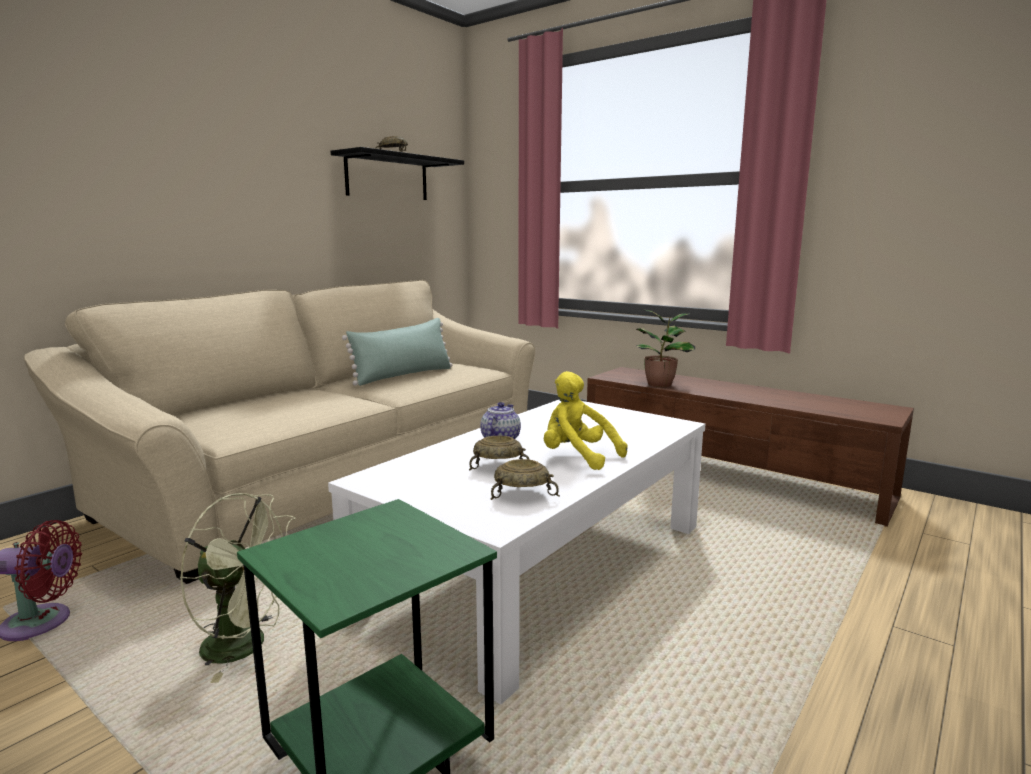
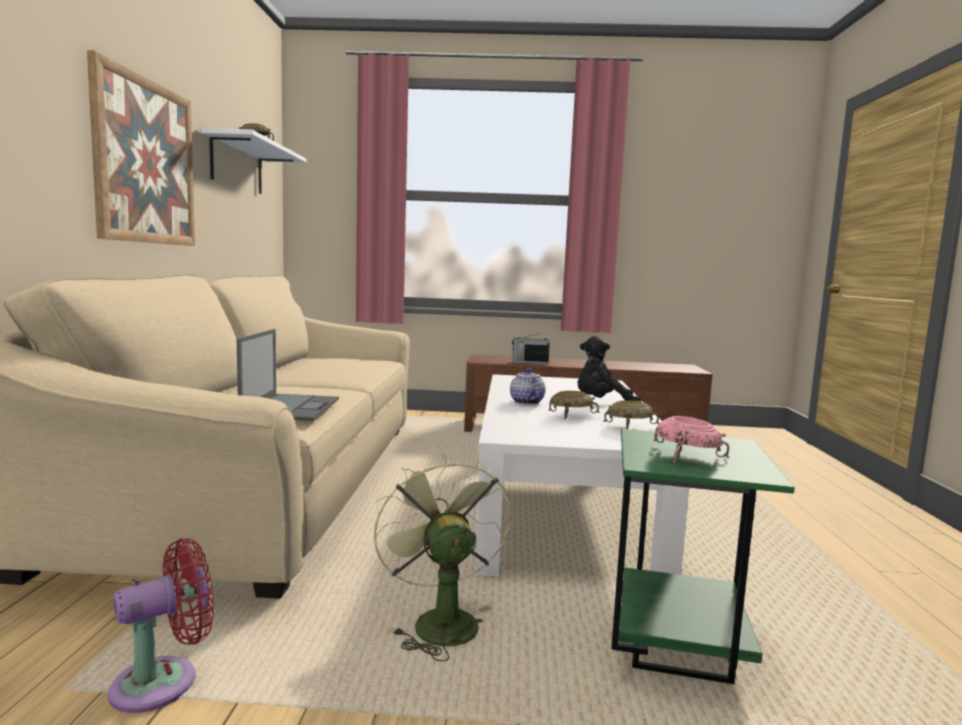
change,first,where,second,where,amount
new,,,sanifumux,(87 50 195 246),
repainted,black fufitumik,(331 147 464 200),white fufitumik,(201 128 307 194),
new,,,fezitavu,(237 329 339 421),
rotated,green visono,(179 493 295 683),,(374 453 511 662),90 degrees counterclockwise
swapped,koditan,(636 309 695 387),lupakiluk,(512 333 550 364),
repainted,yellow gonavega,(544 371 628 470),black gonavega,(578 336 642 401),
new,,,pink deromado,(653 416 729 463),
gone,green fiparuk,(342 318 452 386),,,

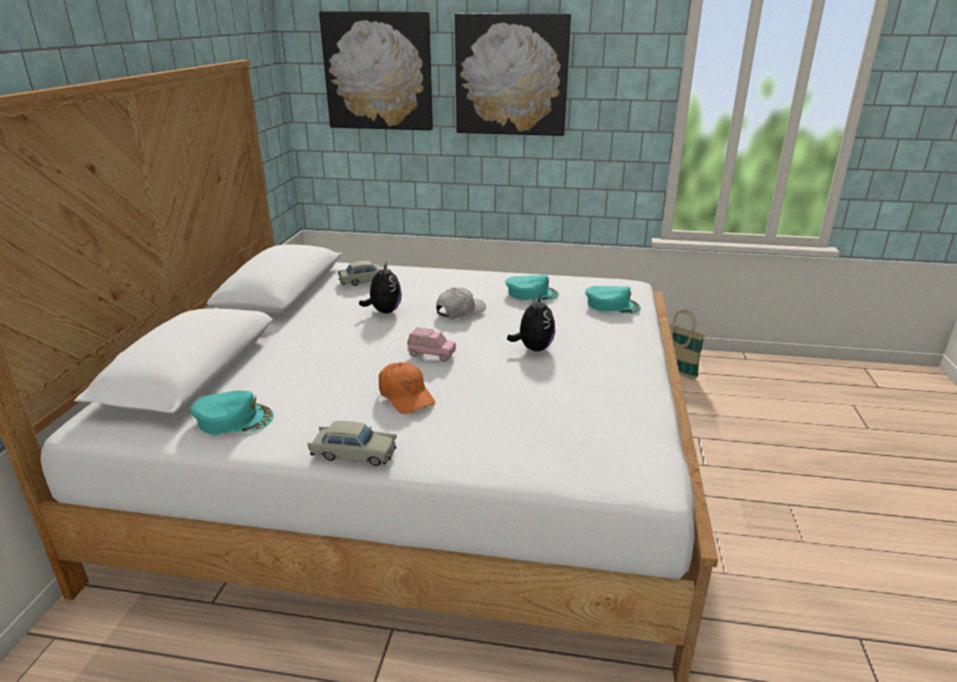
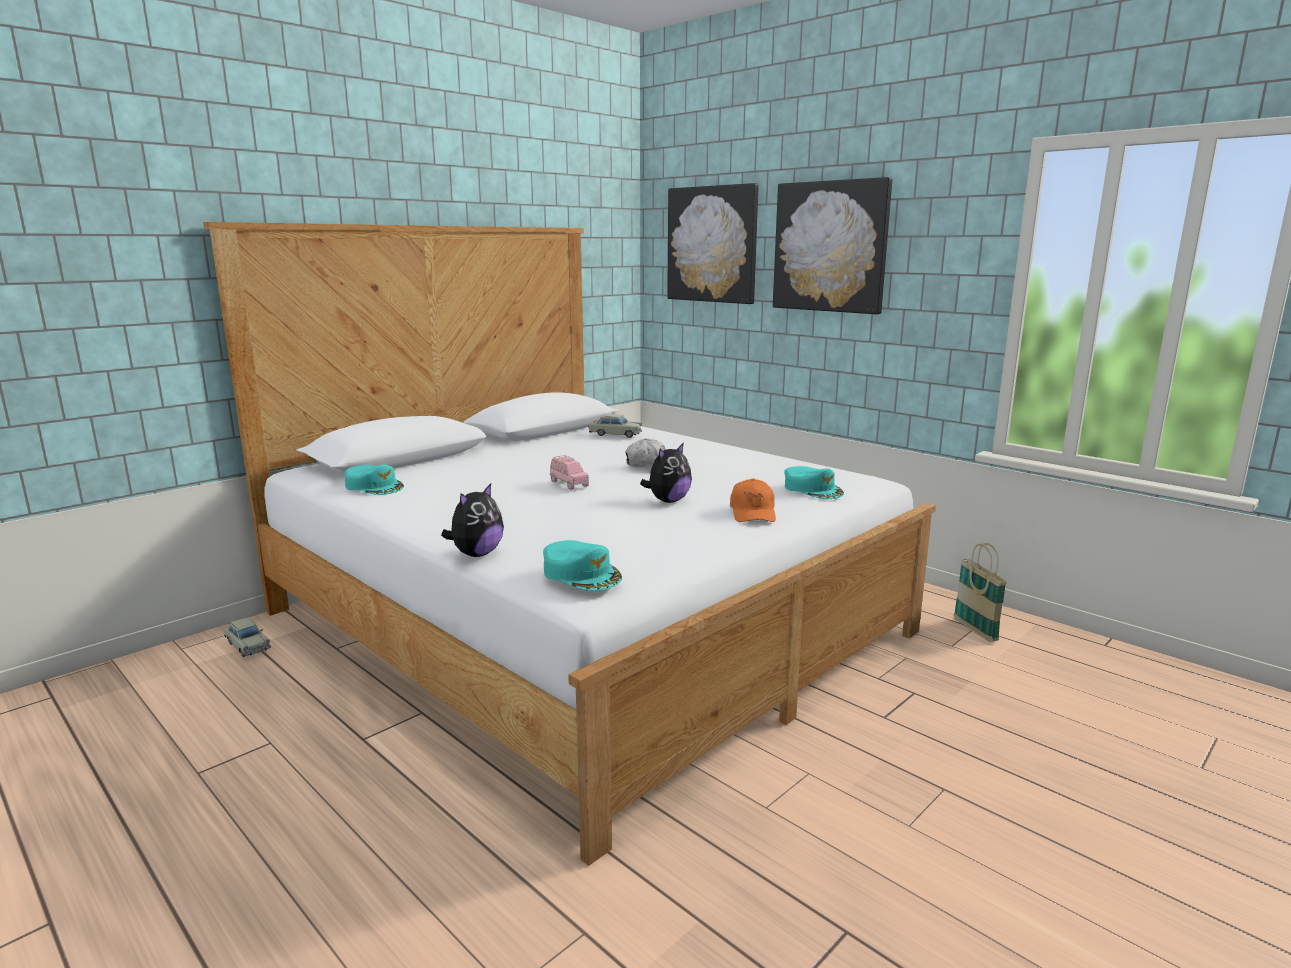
change,first,where,second,where,amount
shifted,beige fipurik,(308 421 396 466),,(224 618 271 657),
shifted,gonavega,(359 262 402 314),,(441 483 504 557),
shifted,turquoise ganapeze,(505 274 559 300),,(543 540 622 591),
shifted,orange ganapeze,(379 362 435 414),,(730 479 776 522),

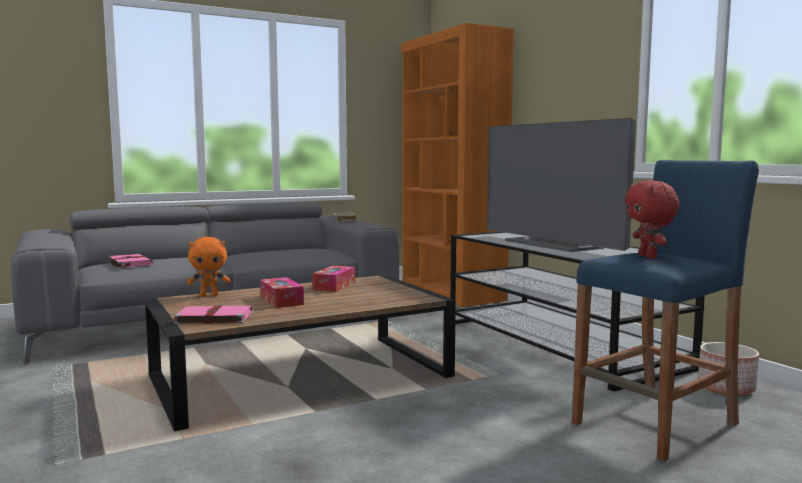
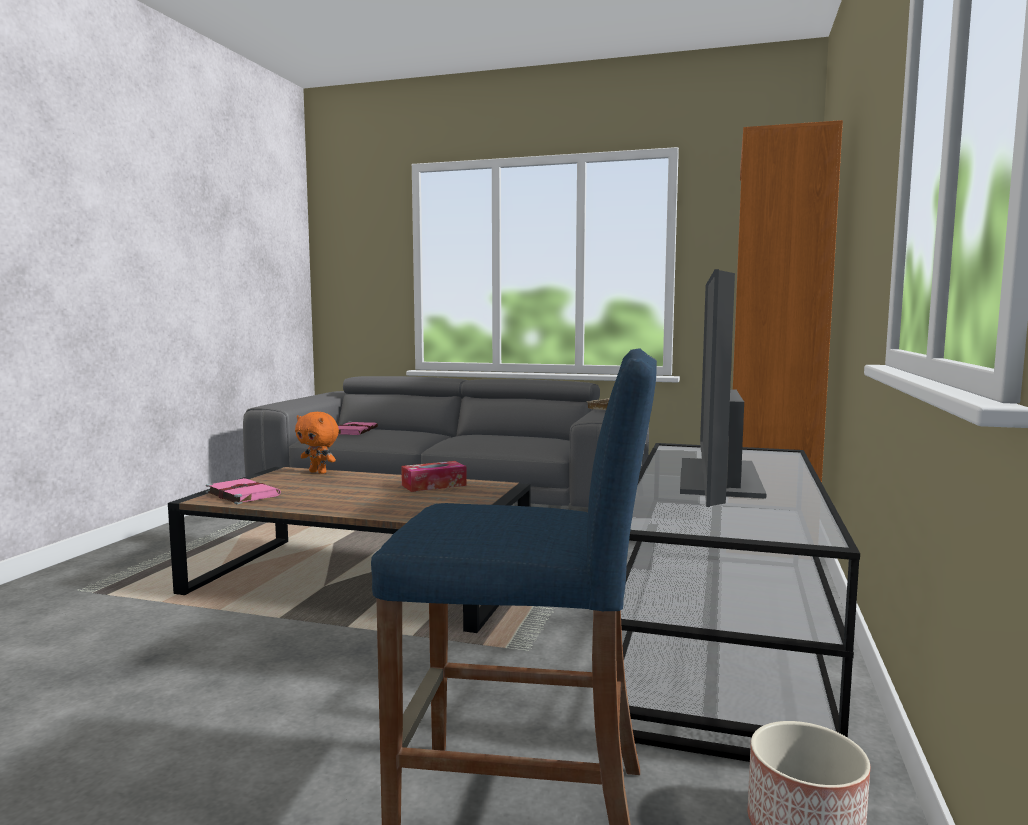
change,first,where,second,where,amount
gone,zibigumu,(260 277 304 308),,,
gone,red gonavega,(625 180 680 259),,,

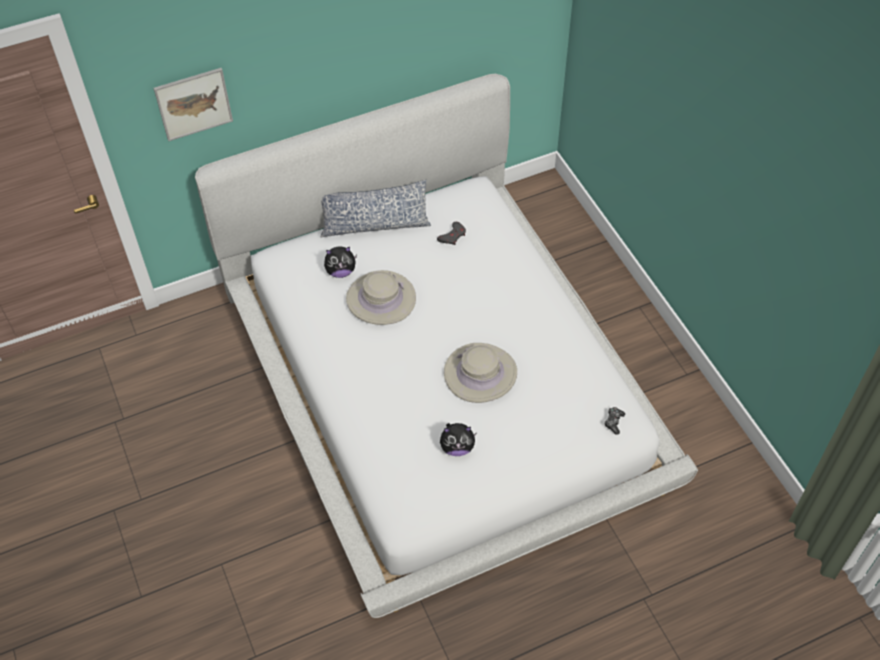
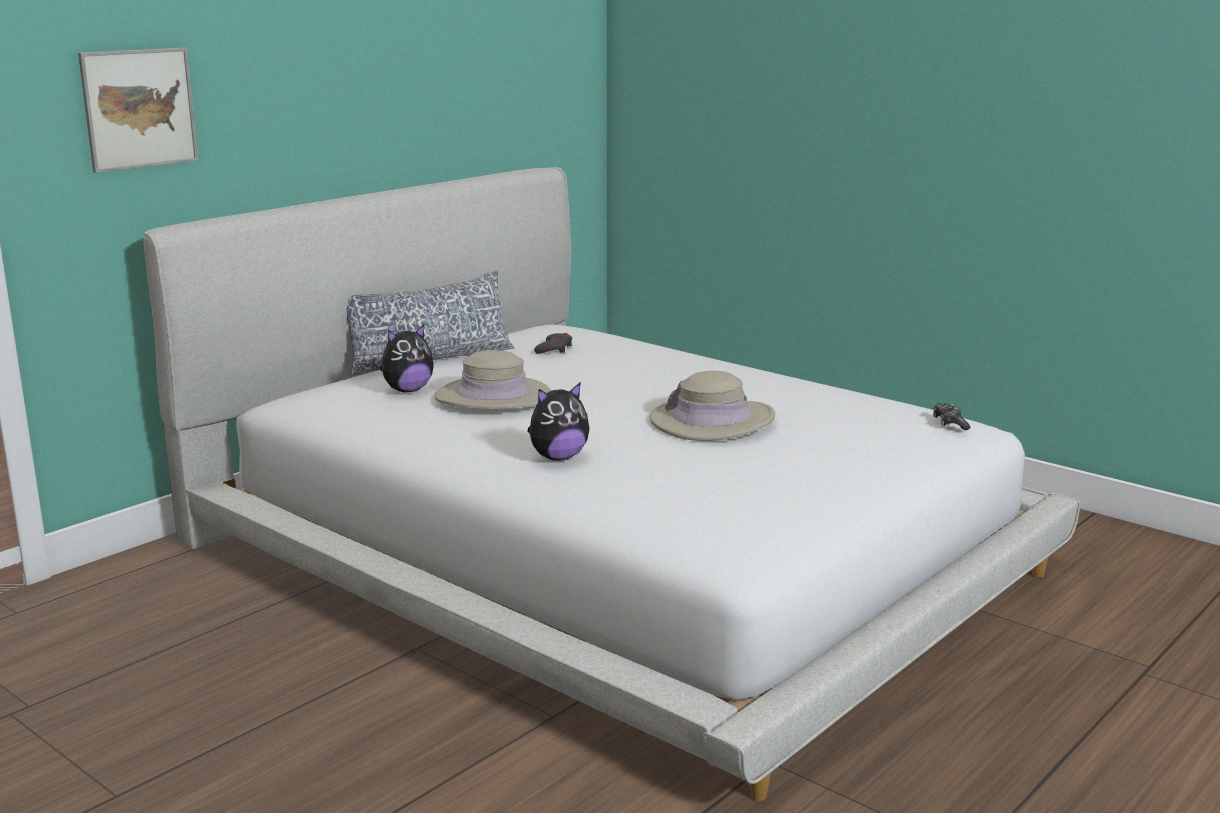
change,first,where,second,where,amount
shifted,gonavega,(440 423 477 456),,(528 382 590 461),

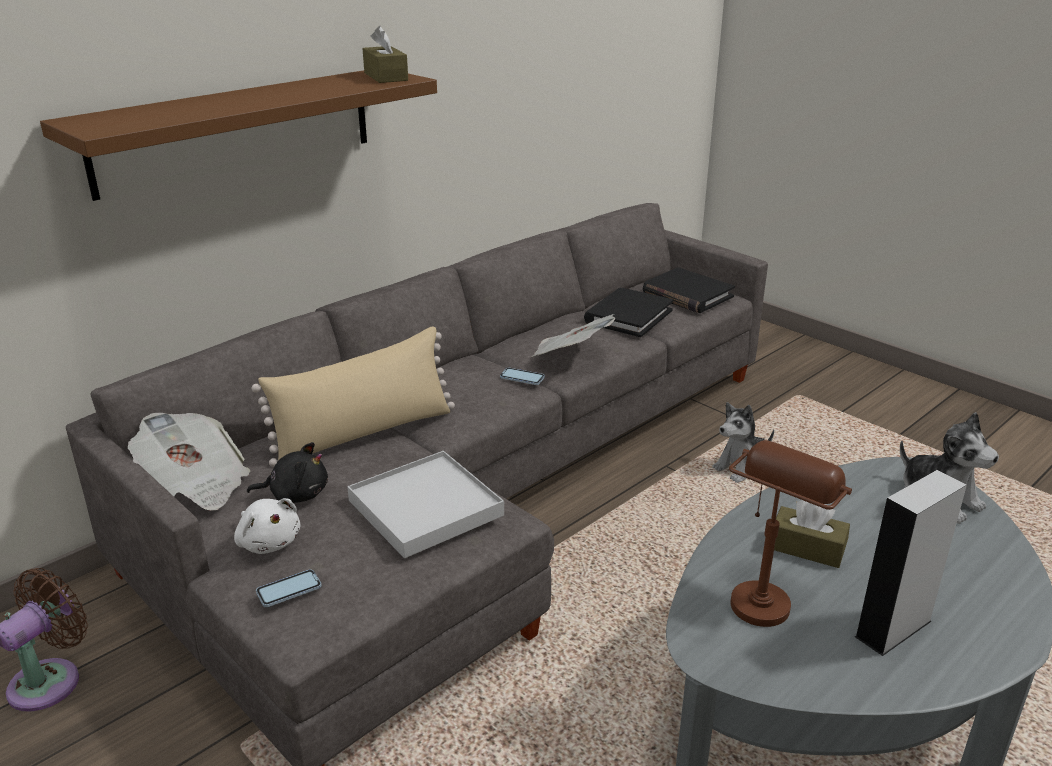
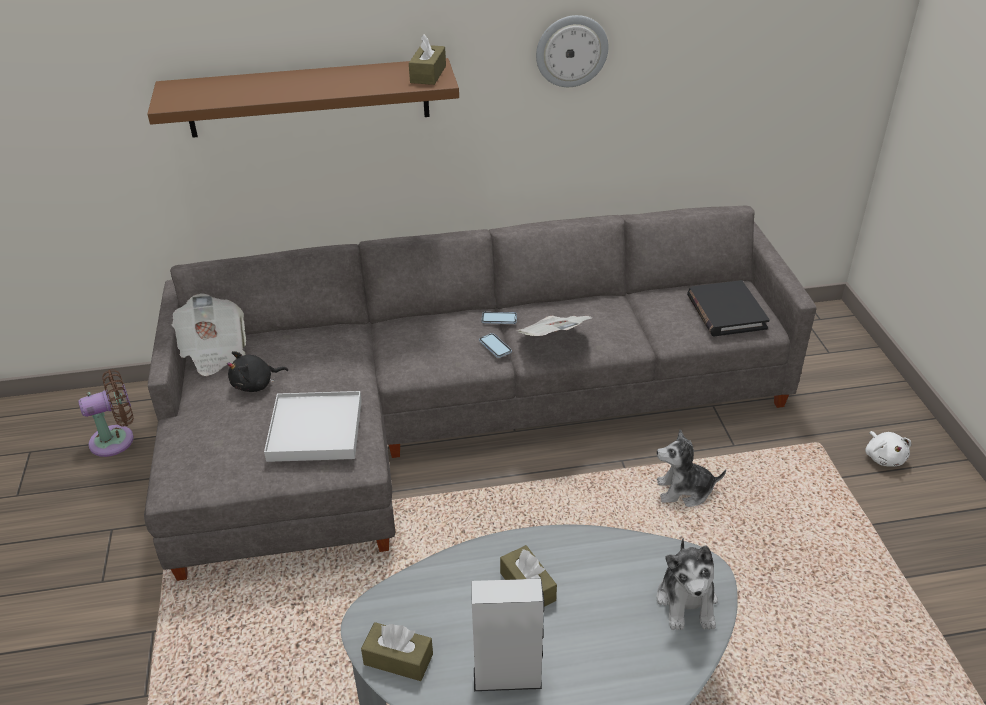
change,first,where,second,where,amount
rotated,black gonavega,(247 442 328 503),,(227 351 288 392),120 degrees clockwise
new,,,brown zibigumu,(361 622 433 681),
shifted,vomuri,(256 570 322 607),,(481 312 517 324),
new,,,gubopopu,(536 15 608 87),
shifted,white gonavega,(234 498 300 554),,(865 431 911 467),
gone,beige fiparuk,(251 326 455 467),,,
gone,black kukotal,(584 288 673 337),,,
gone,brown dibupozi,(729 440 852 627),,,

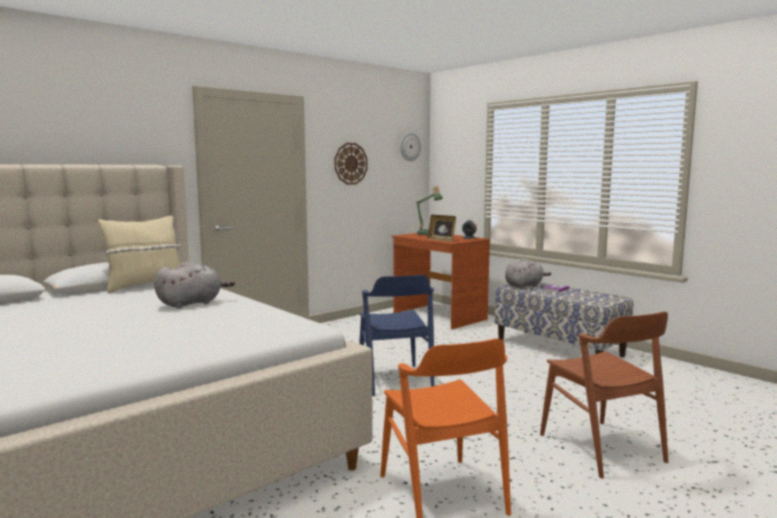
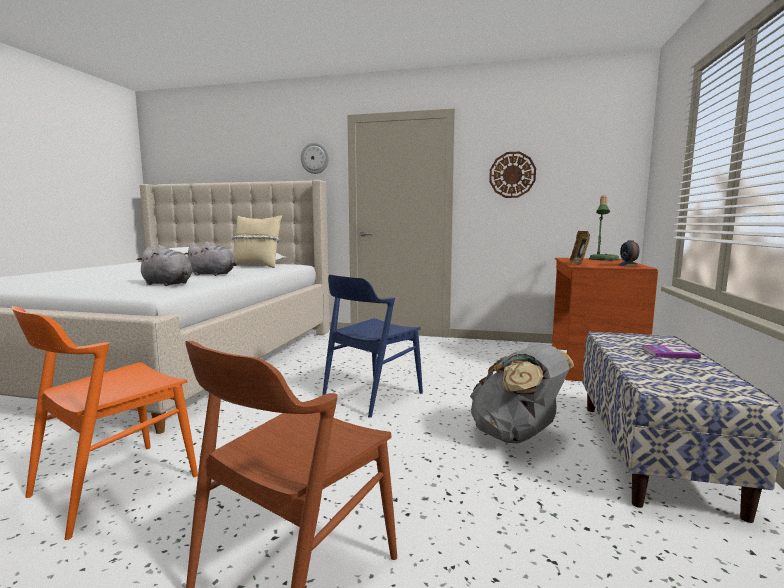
change,first,where,second,where,amount
shifted,grey gonavega,(505 258 551 288),,(136 245 193 286),
shifted,gubopopu,(400 133 421 161),,(301 142 329 174),
new,,,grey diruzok,(470 344 574 444),

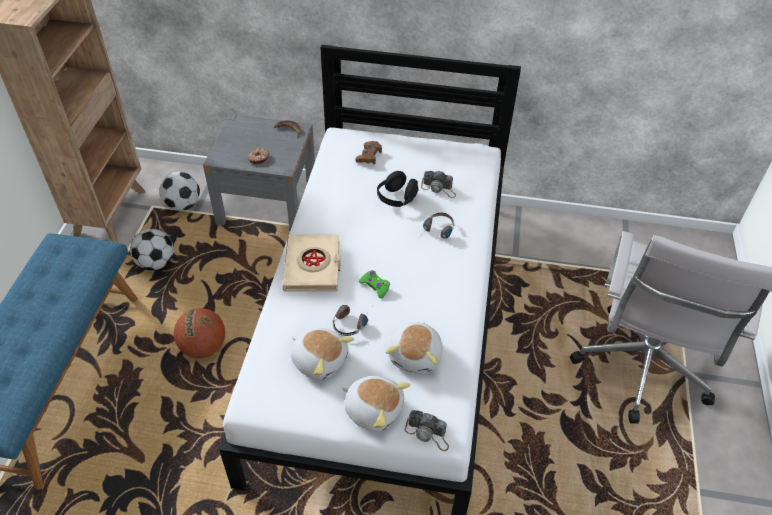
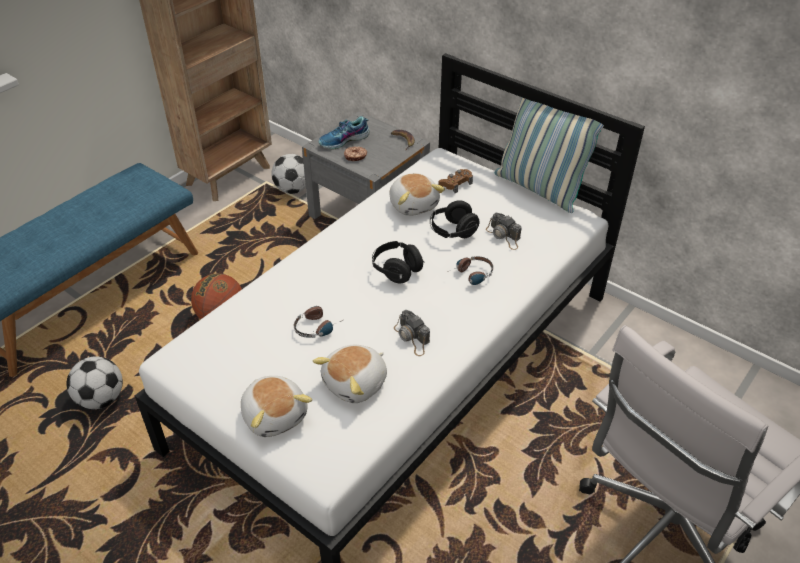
change,first,where,second,where,amount
shifted,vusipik,(130 229 174 270),,(66 356 123 409),
new,,,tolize,(318 116 370 150),
new,,,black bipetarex,(372 241 425 283),
shifted,gonavega,(291 328 354 380),,(390 173 445 216),
shifted,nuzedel,(405 410 449 451),,(394 310 430 356),
new,,,fiparuk,(495 98 604 213),
gone,beige kukotal,(282 235 341 291),,,
gone,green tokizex,(359 270 390 299),,,

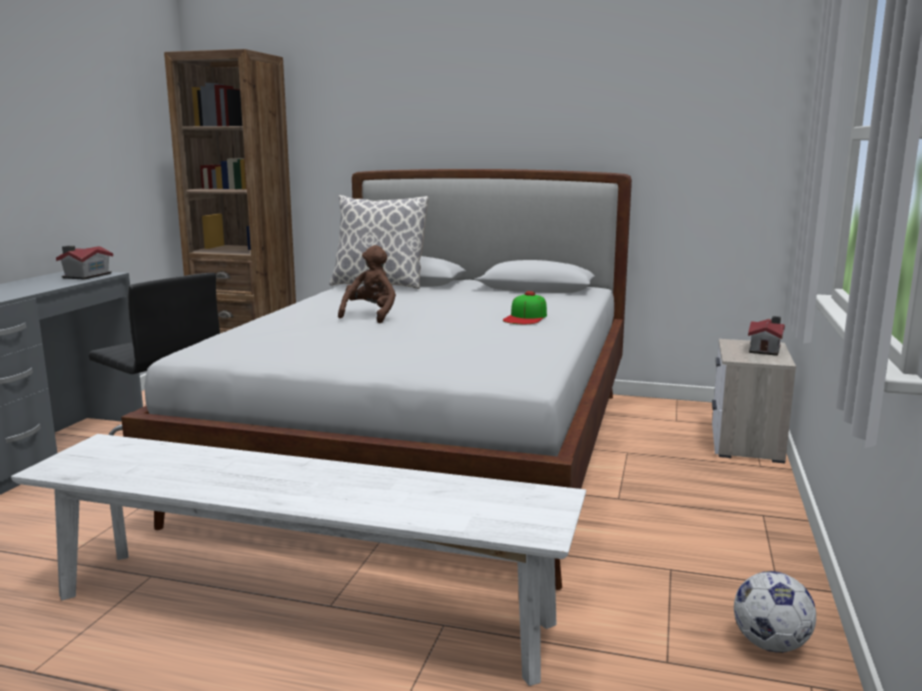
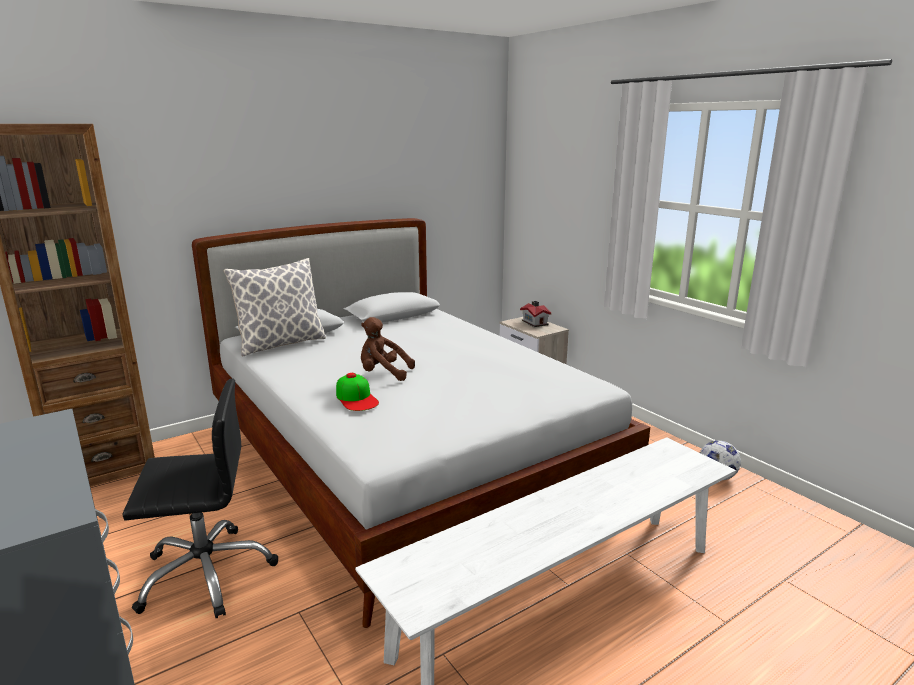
change,first,where,second,where,amount
shifted,ganapeze,(503 291 547 324),,(336 373 379 411),
rotated,brown gonavega,(338 245 396 323),,(361 317 415 381),45 degrees counterclockwise
gone,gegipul,(56 246 113 280),,,

